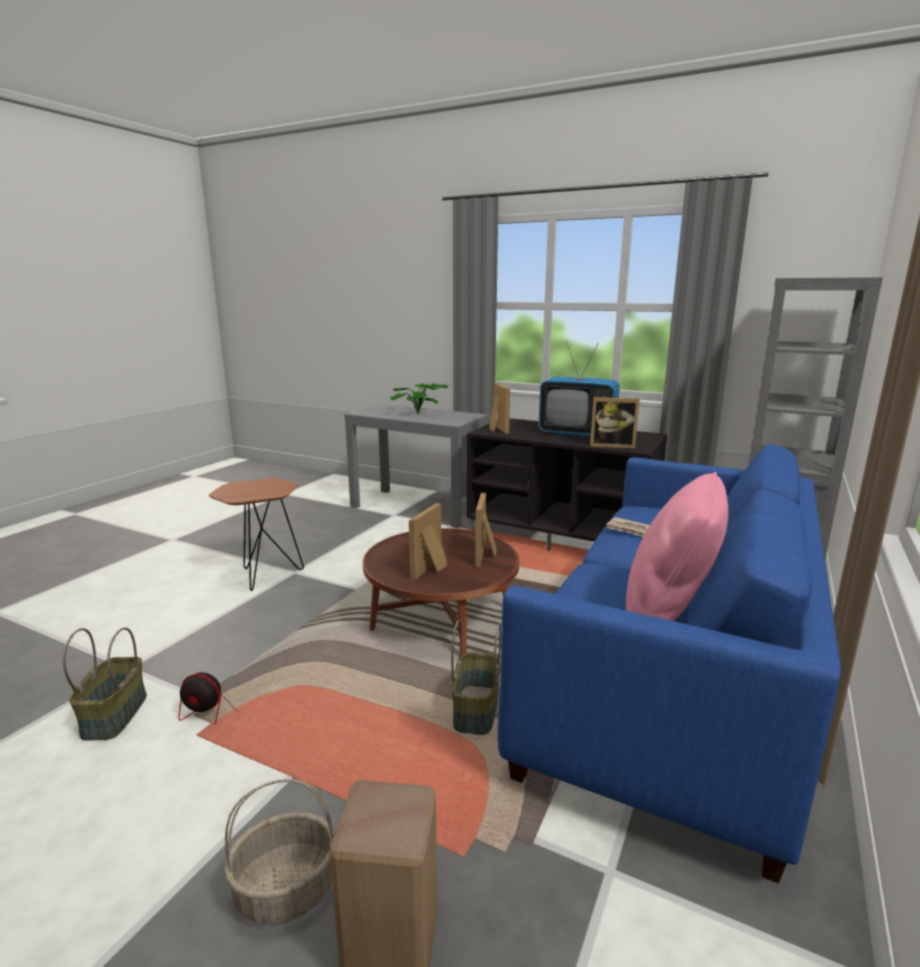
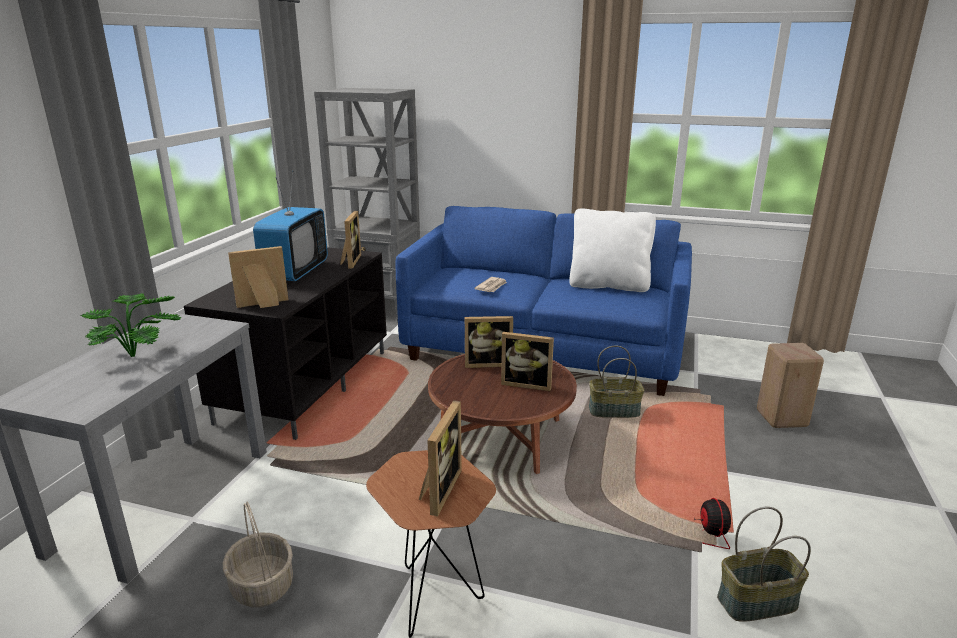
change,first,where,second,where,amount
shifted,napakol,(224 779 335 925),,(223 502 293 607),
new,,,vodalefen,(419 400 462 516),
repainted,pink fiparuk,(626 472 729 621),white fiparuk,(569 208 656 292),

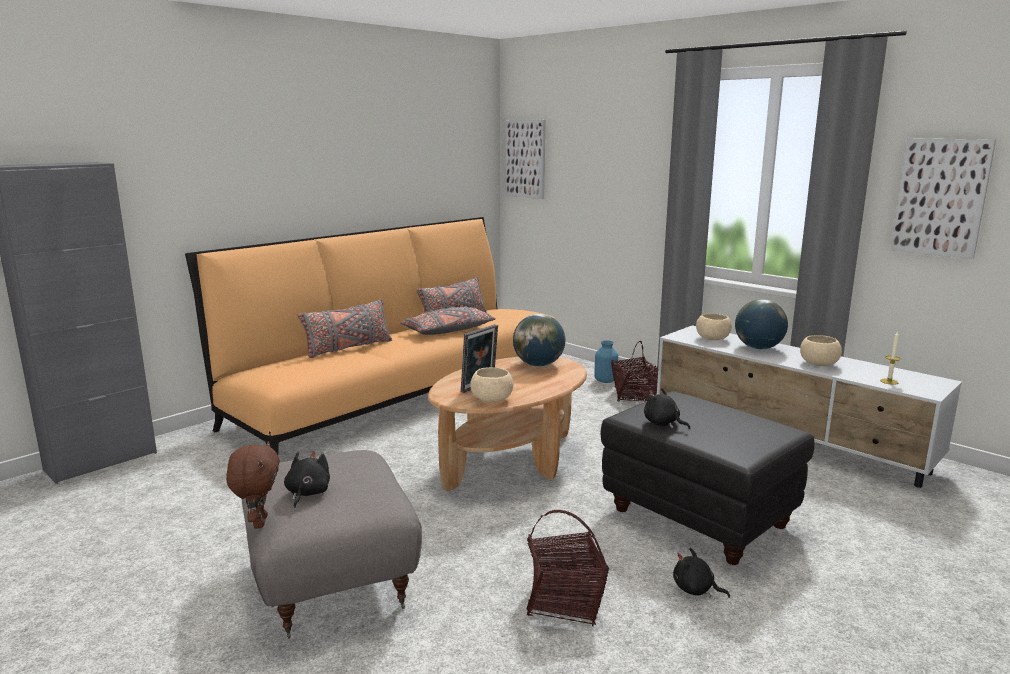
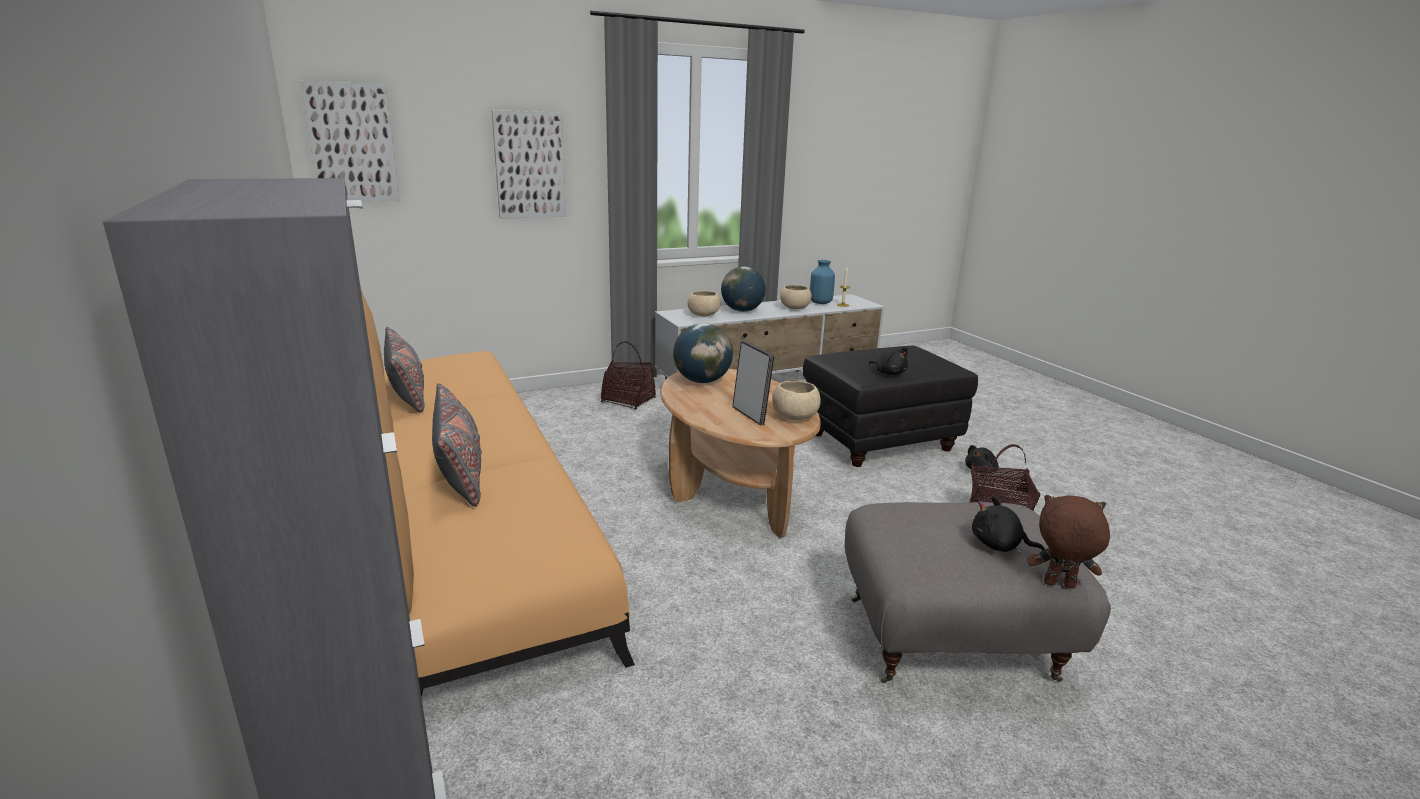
change,first,where,second,where,amount
shifted,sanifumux,(890 138 996 259),,(491 110 566 219),
shifted,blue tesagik,(594 340 618 383),,(810 260 835 304),
rotated,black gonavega,(644 388 690 429),,(869 348 908 375),105 degrees counterclockwise
gone,grey fiparuk,(400 306 496 335),,,

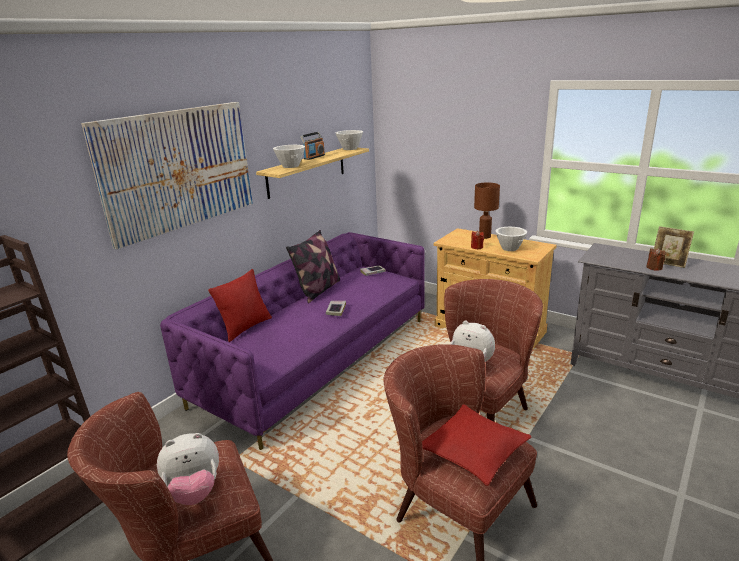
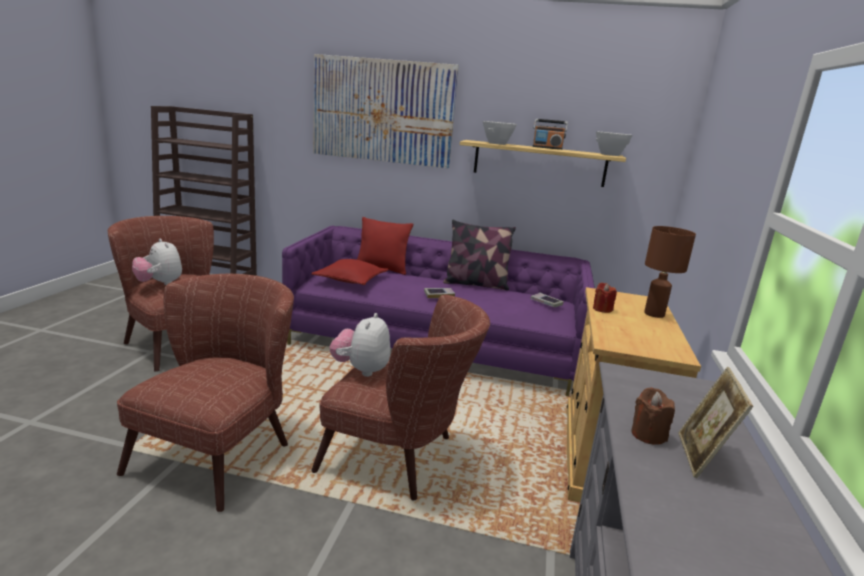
change,first,where,second,where,amount
shifted,red fiparuk,(422 404 531 486),,(312 259 389 285),
gone,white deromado,(495 227 527 251),,,

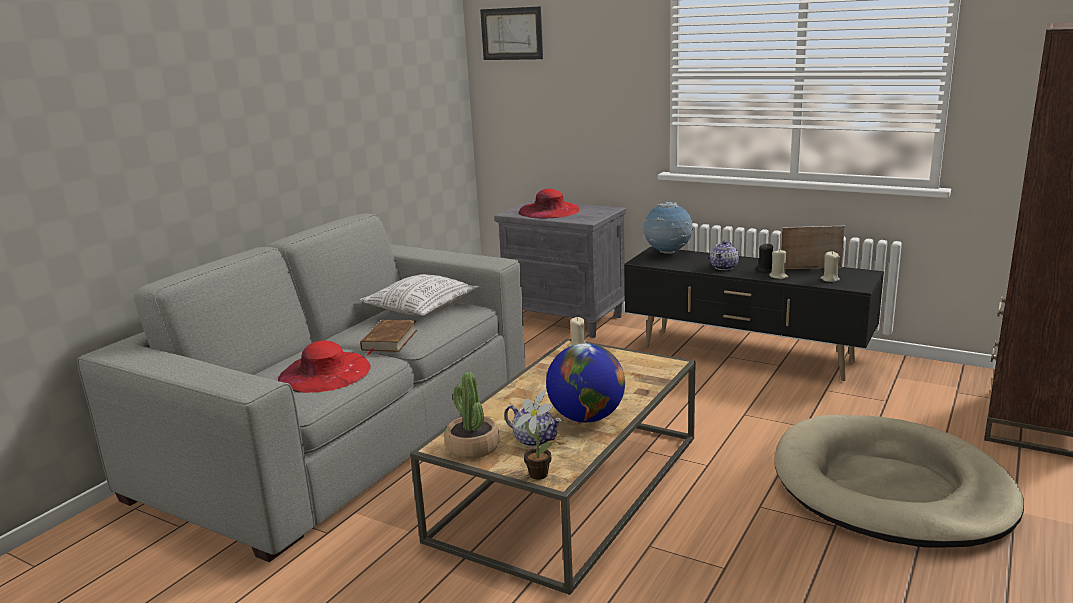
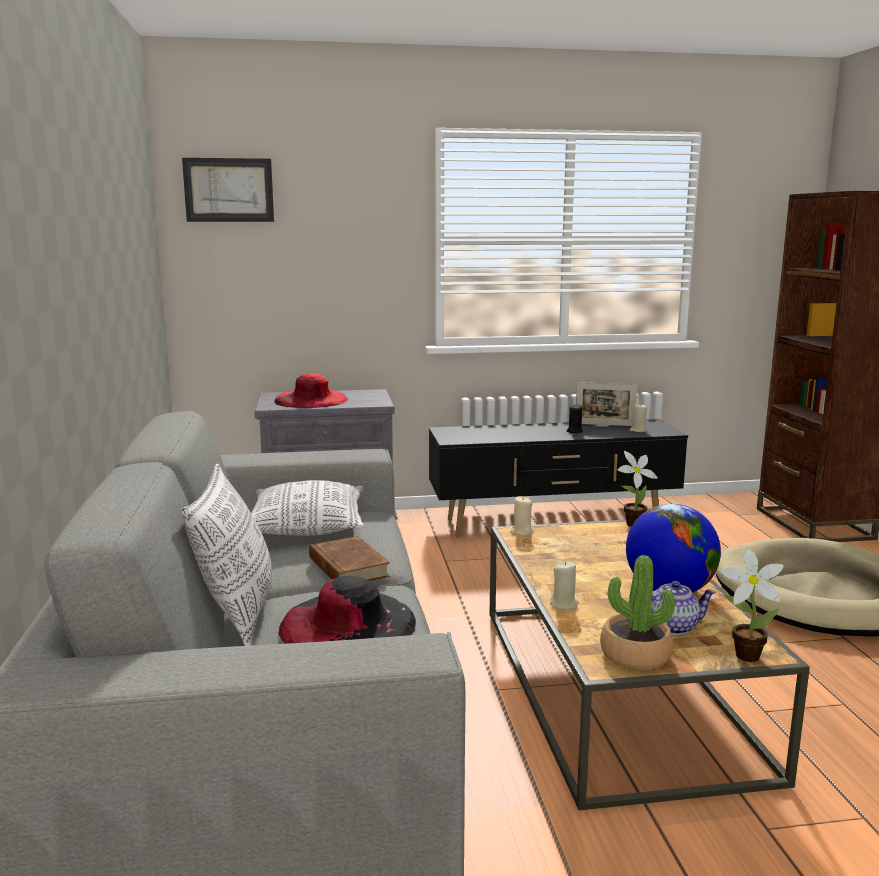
change,first,where,second,where,amount
new,,,fiparuk,(182 463 272 646),
repainted,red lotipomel,(278 340 371 393),black lotipomel,(279 576 416 644),
shifted,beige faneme,(769 249 788 279),,(550 561 579 610),
rotated,vodalefen,(781 226 845 269),,(576 382 637 426),135 degrees counterclockwise
new,,,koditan,(618 451 658 527),
gone,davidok,(644 202 693 254),,,
gone,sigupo,(710 241 739 270),,,

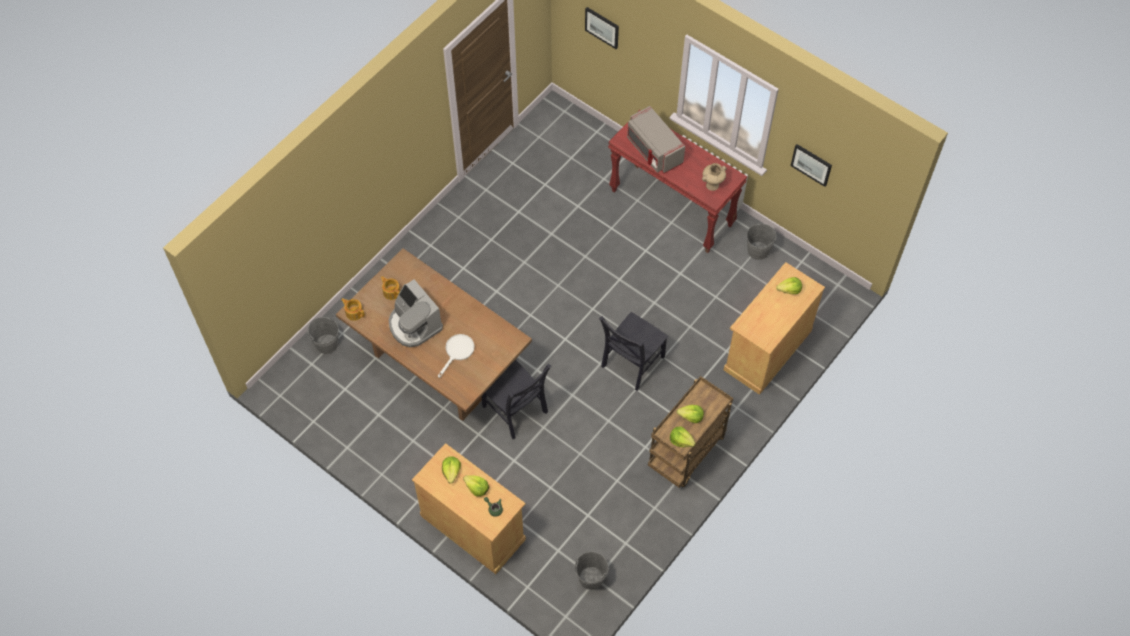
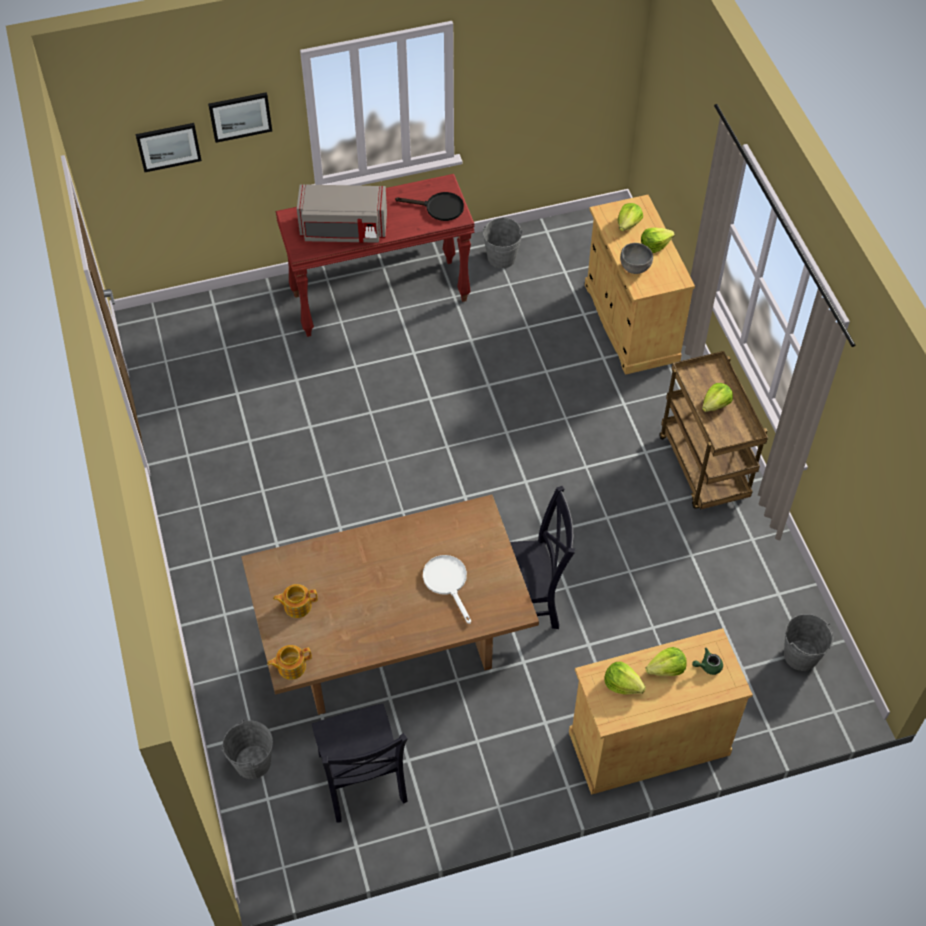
change,first,where,second,where,amount
shifted,sanifumux,(791 144 832 187),,(208 92 272 143),
shifted,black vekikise,(599 312 668 391),,(312 704 408 822),
swapped,beige tesagik,(702 163 727 191),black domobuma,(395 192 464 221),
new,,,grey deromado,(620 243 653 274),
shifted,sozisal,(670 426 696 447),,(641 228 675 253),
gone,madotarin,(389 280 443 347),,,

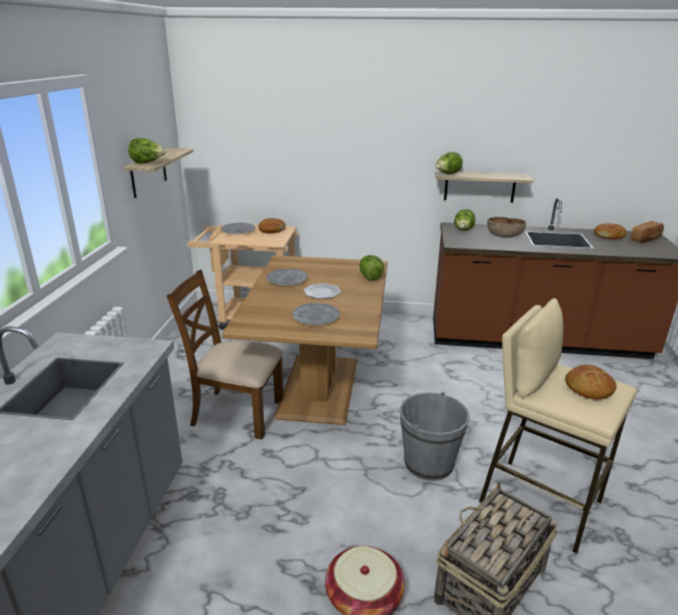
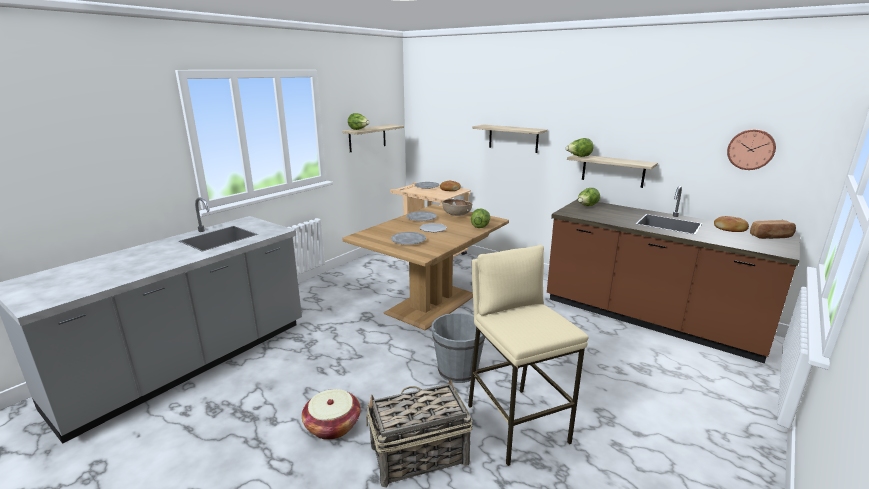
change,first,where,second,where,amount
shifted,brown deromado,(487 217 526 238),,(442 199 472 216),
new,,,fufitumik,(472 124 548 153),
new,,,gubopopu,(727 129 776 170),
gone,brown vekikise,(167 270 284 439),,,
gone,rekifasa,(565 365 617 400),,,

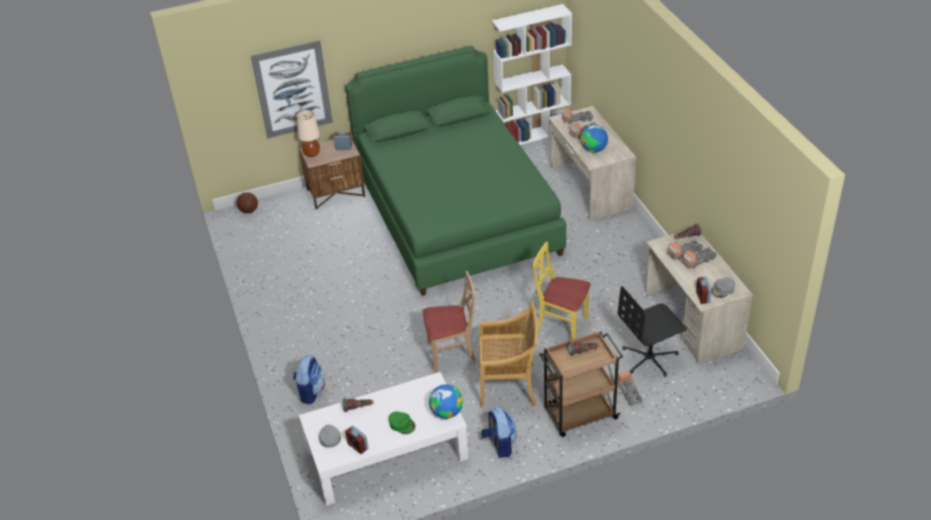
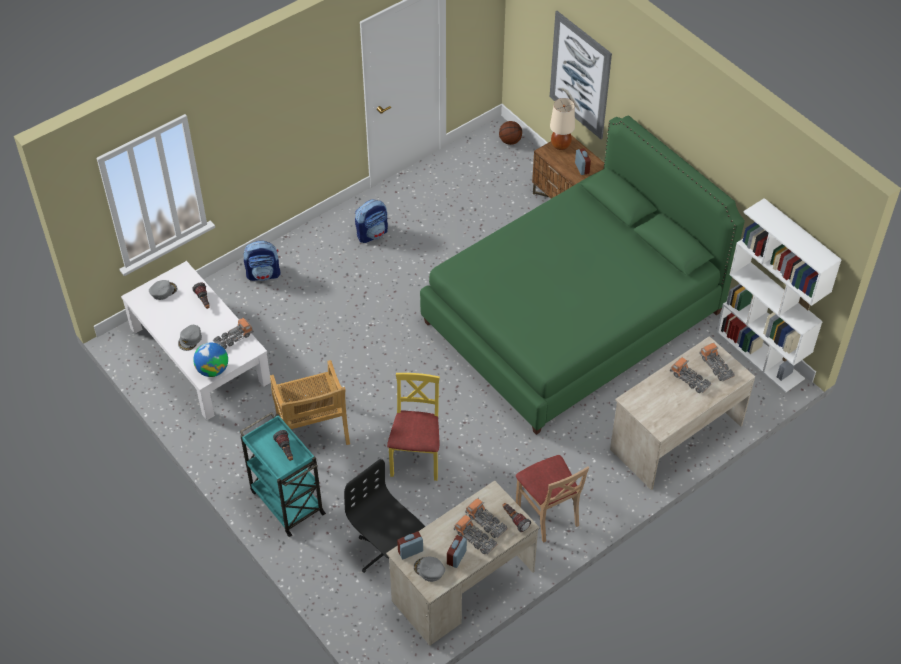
change,first,where,second,where,amount
repainted,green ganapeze,(388 411 416 435),grey ganapeze,(178 325 202 351),
shifted,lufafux,(618 371 643 405),,(213 318 254 349),
repainted,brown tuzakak,(539 331 623 437),turquoise tuzakak,(240 412 326 537),
shifted,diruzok,(481 406 517 458),,(355 199 388 243),
shifted,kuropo,(345 425 368 454),,(447 535 467 568),
shifted,beige vekikise,(423 271 476 373),,(516 455 589 543),
gone,davidok,(581 125 608 153),,,

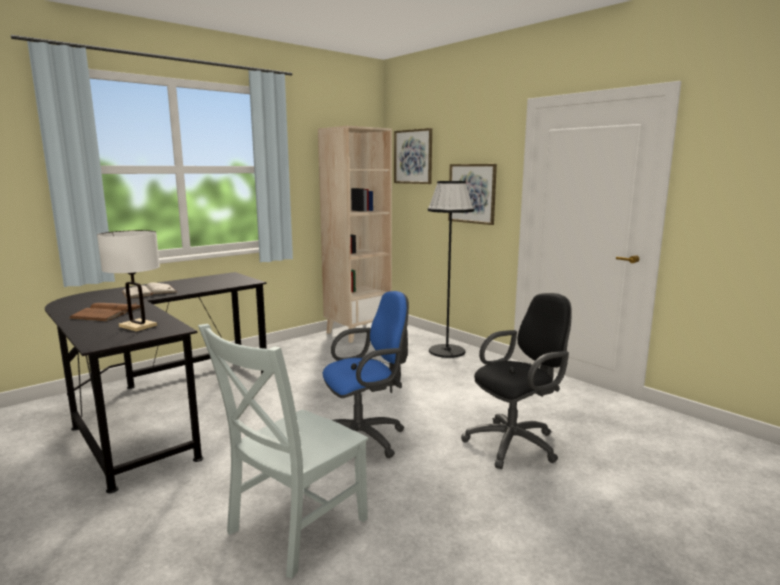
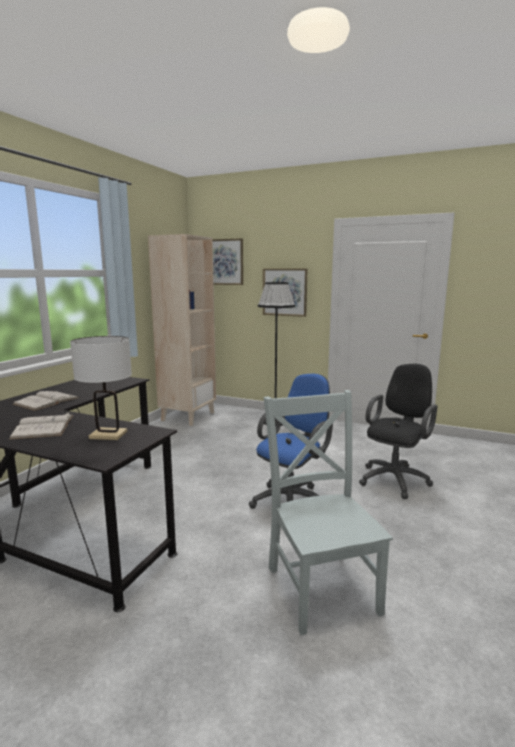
change,first,where,second,where,amount
repainted,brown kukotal,(69 302 140 321),white kukotal,(9 412 74 440),
rotated,grey vekikise,(198 324 368 579),,(264 390 393 635),150 degrees clockwise

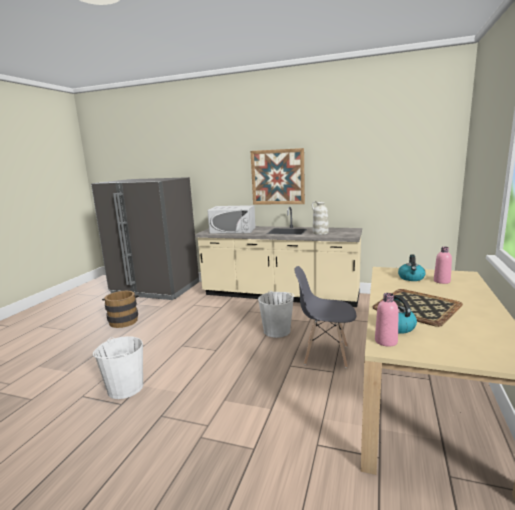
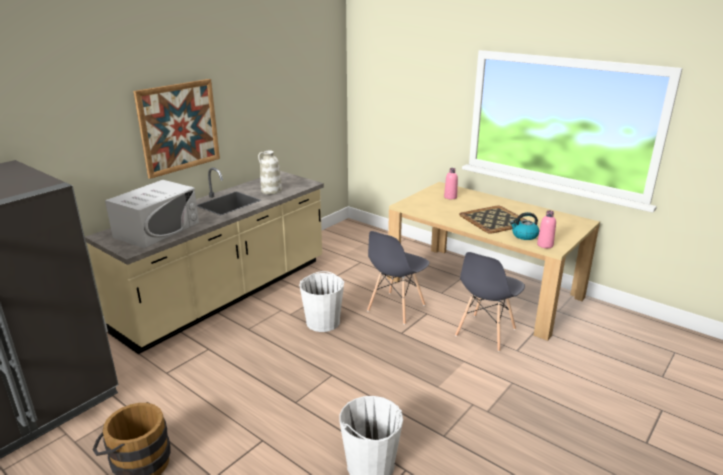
change,first,where,second,where,amount
new,,,grey vekikise,(455 252 525 352),
gone,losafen,(398 254 426 281),,,

